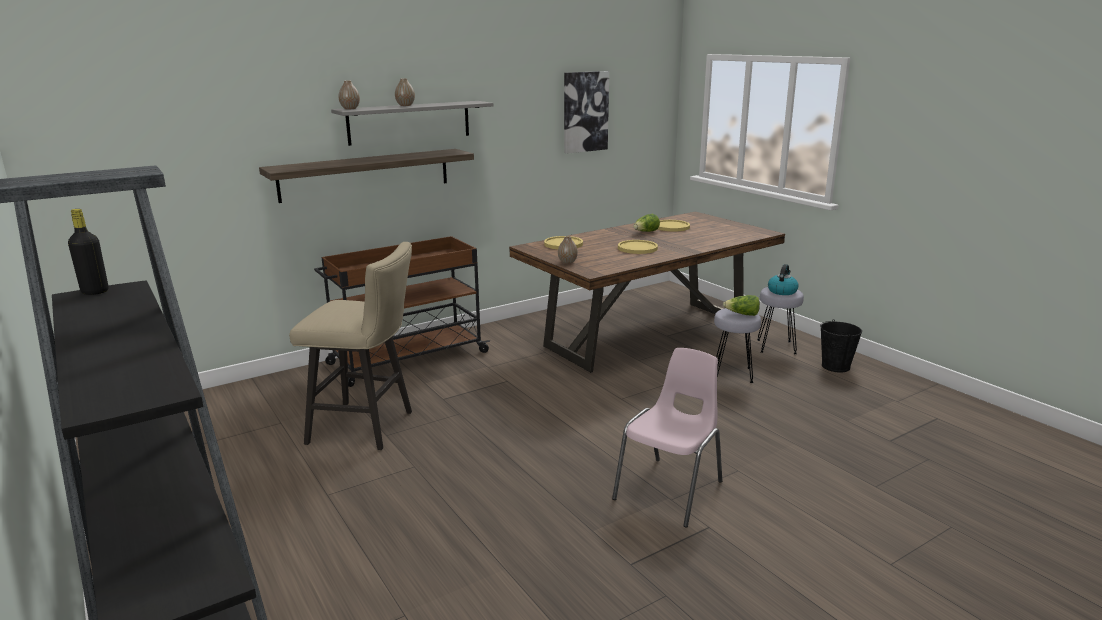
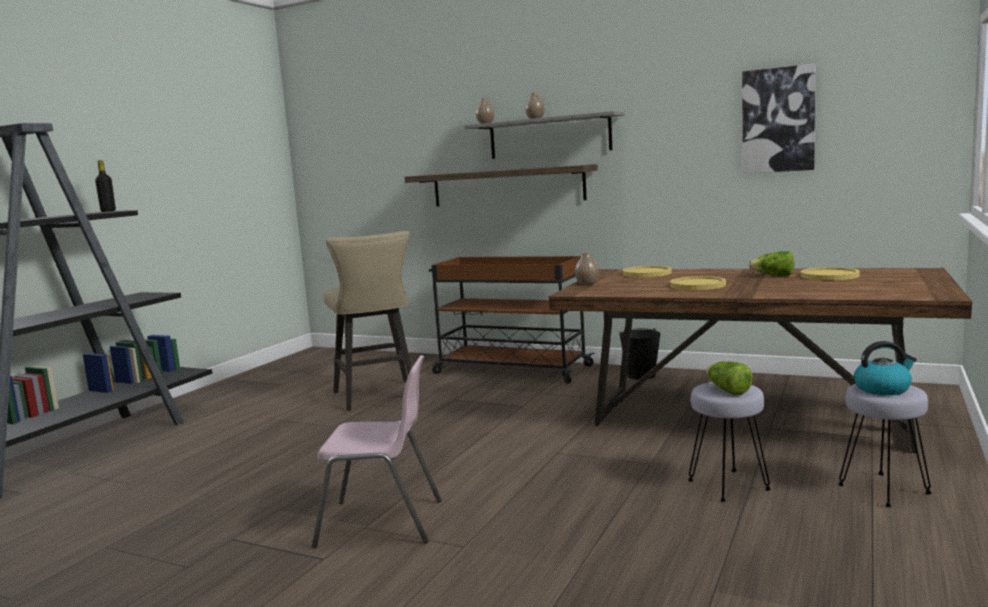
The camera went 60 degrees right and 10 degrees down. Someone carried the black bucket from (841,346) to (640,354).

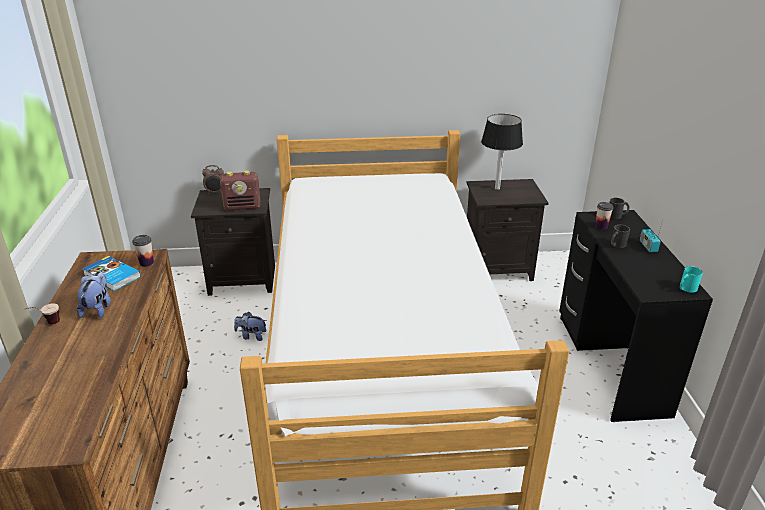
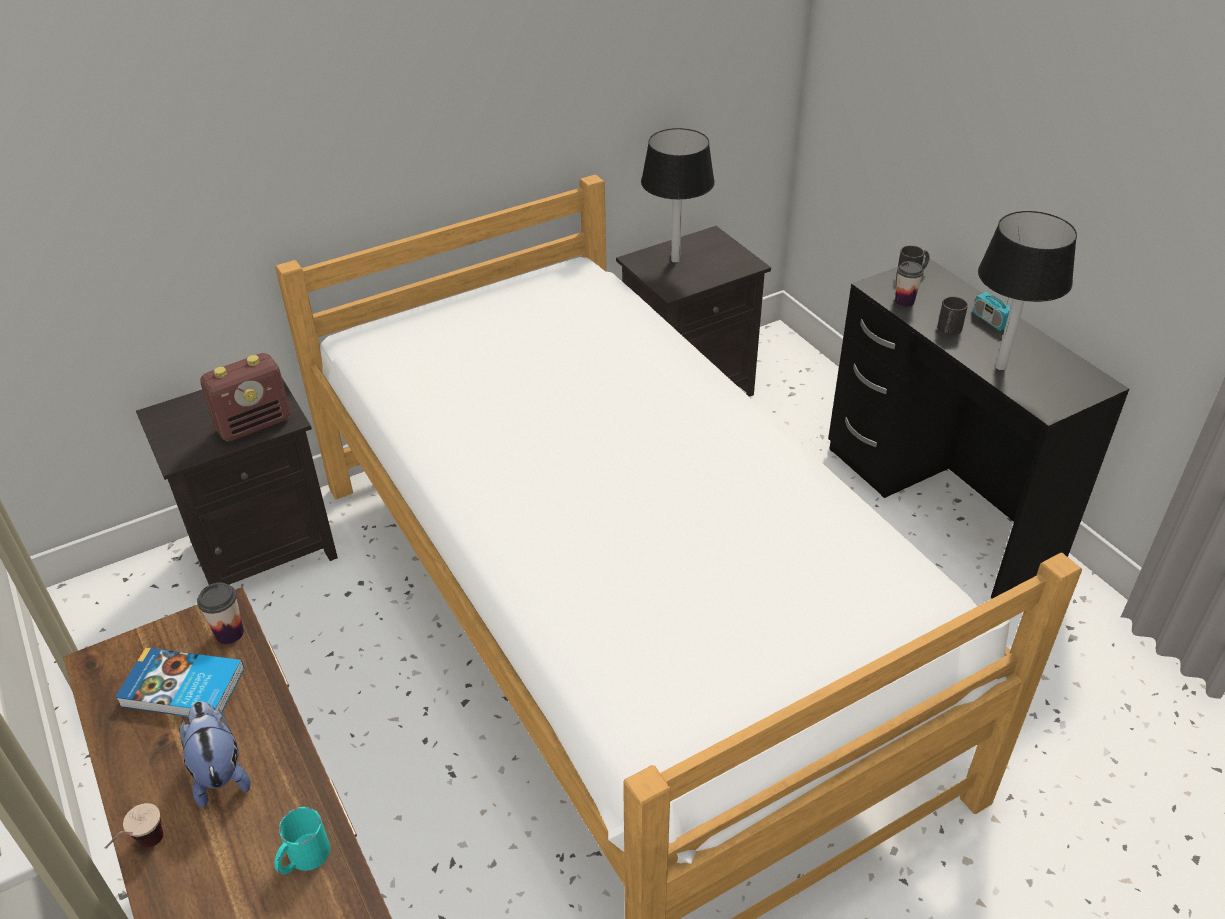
The camera went 25 degrees left and 10 degrees up. Someone took away the alarm clock at (213,179). Someone took away the plush toy at (250,326). Someone put down the black table lamp at (1027,290). Someone carried the turquoise mug from (691,279) to (302,840).

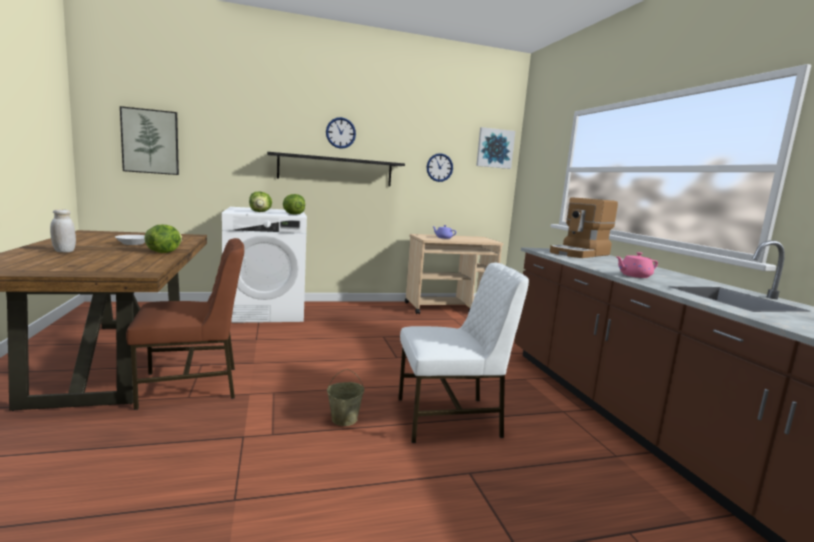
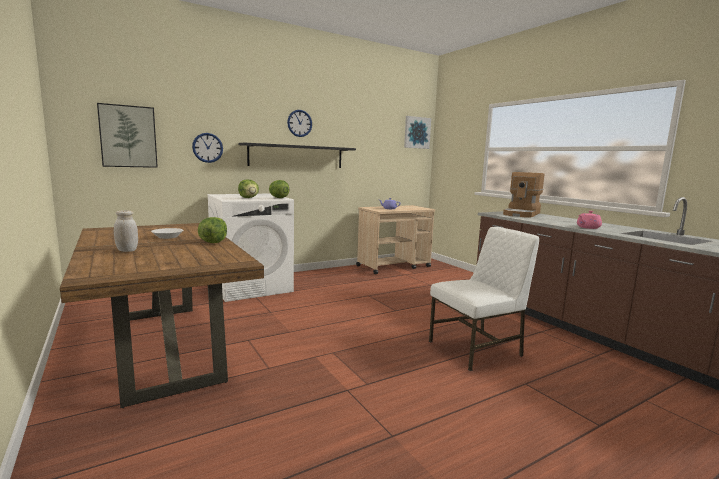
The camera went 15 degrees left and 0 degrees up. Someone took away the brown chair at (185,324). Someone took away the beige bucket at (345,397). Someone carried the wall clock from (440,167) to (207,148).

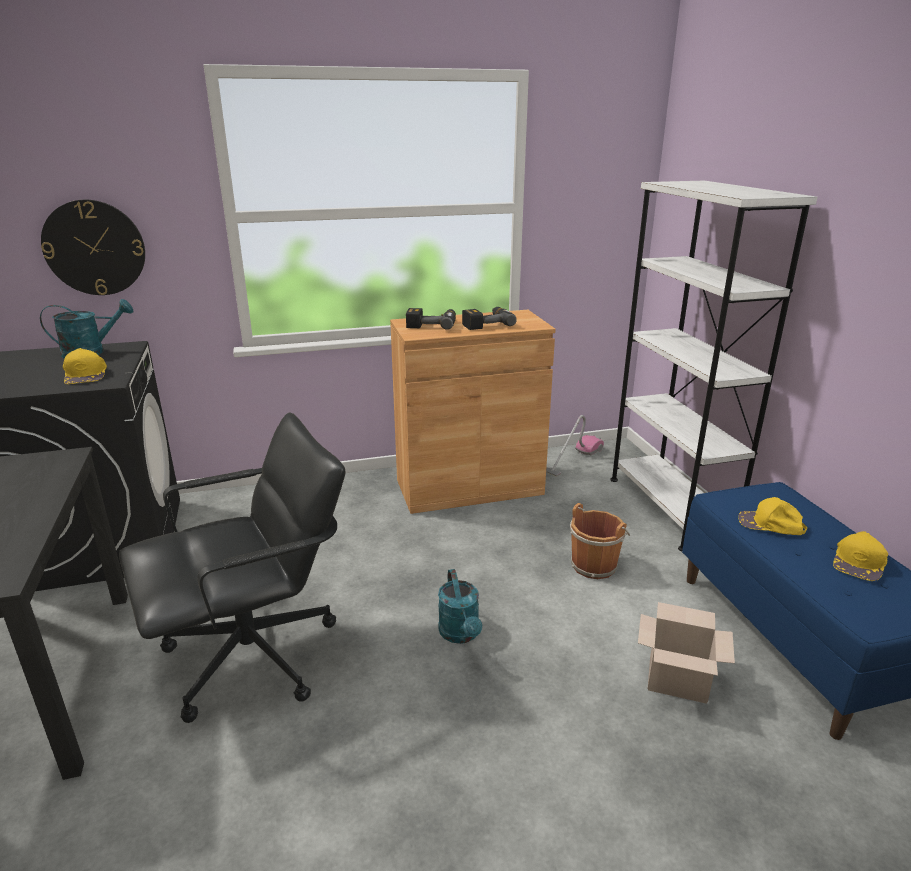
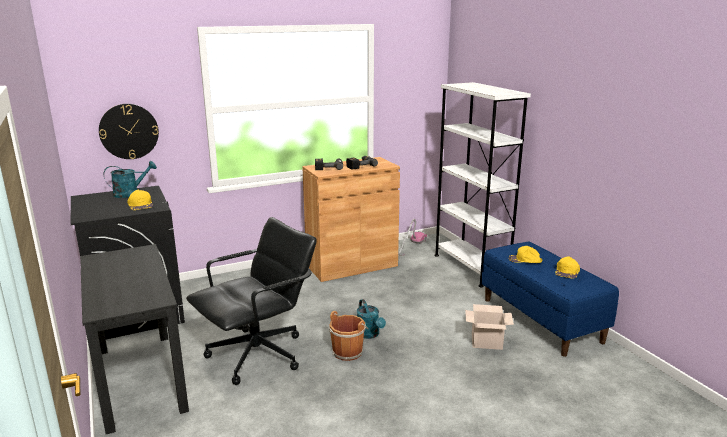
The camera went 10 degrees left and 5 degrees down. Someone carried the brown bucket from (600,541) to (349,336).

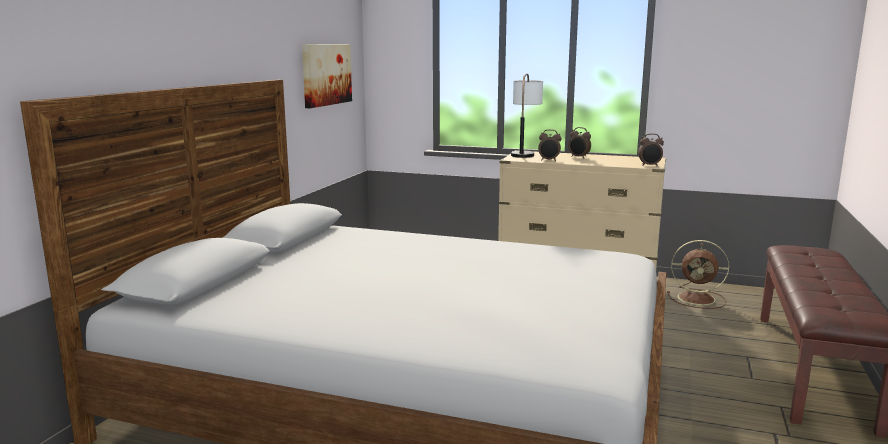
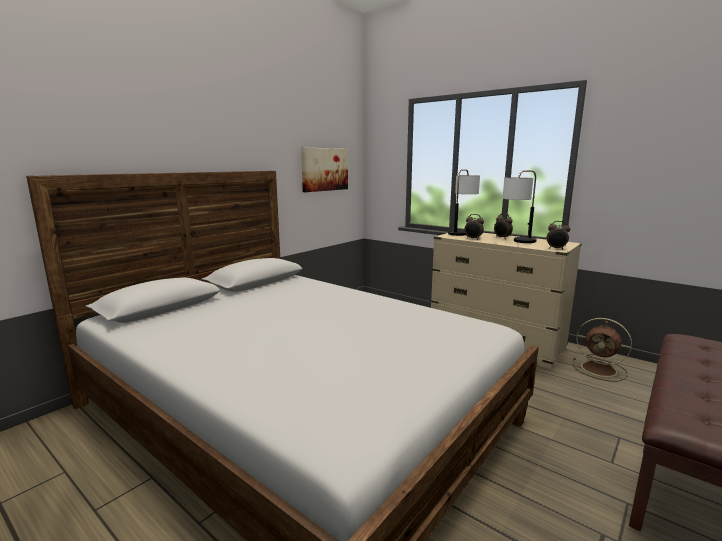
The camera went 20 degrees right and 0 degrees up. Someone put down the table lamp at (520,206).

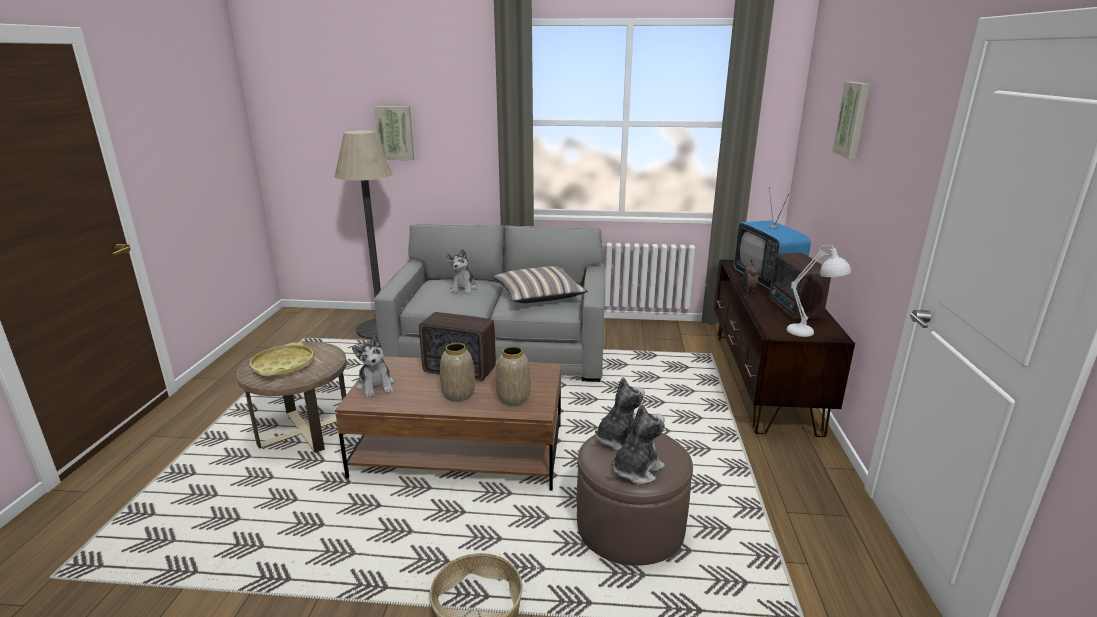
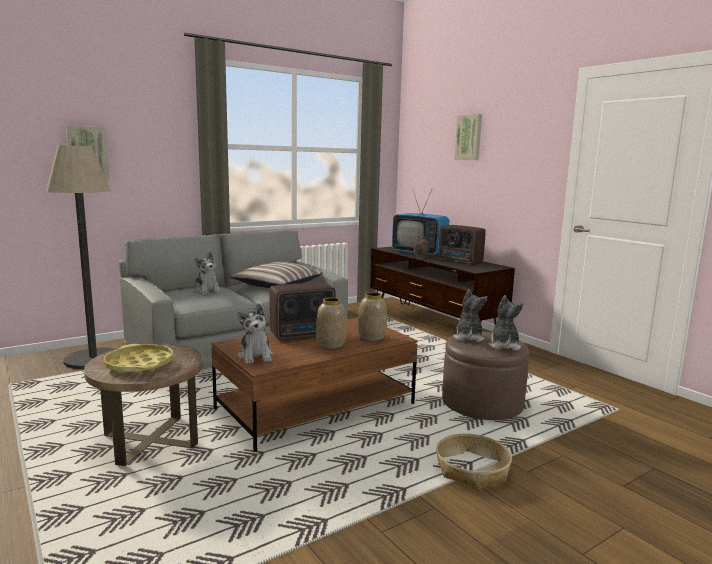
The camera went 40 degrees left and 10 degrees down. Someone took away the white table lamp at (819,291). Someone rotated the plush toy at (373,366) by 45 degrees clockwise.

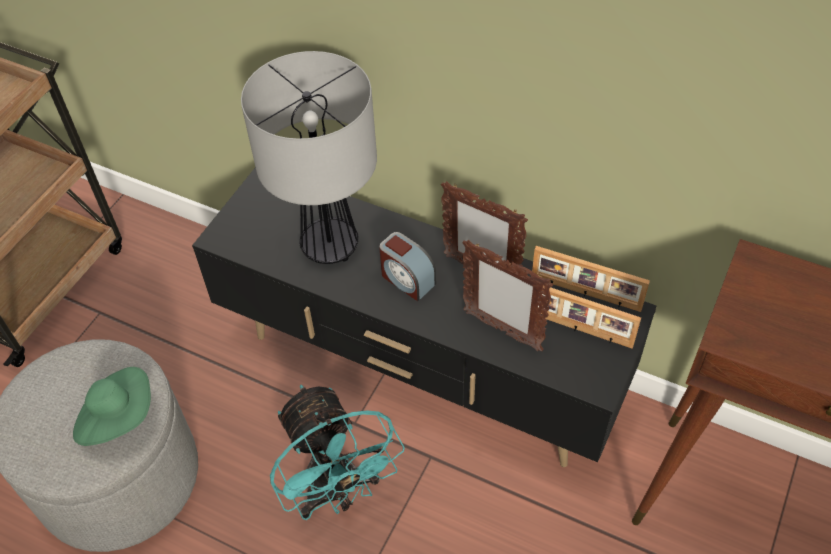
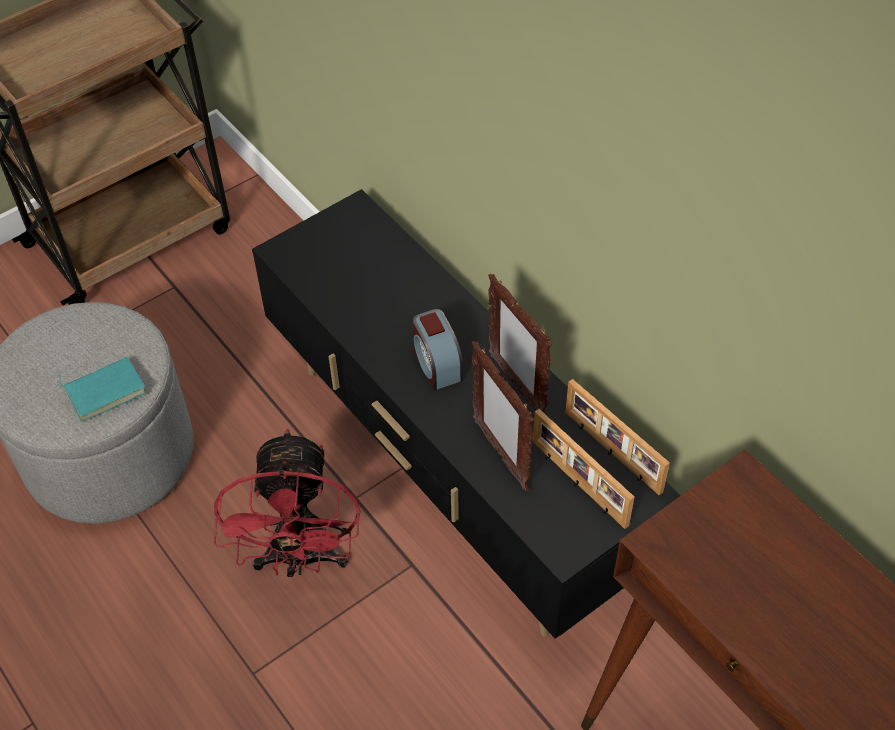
The camera went 25 degrees right and 0 degrees up. Someone took away the table lamp at (309,157). Someone swapped the green hat at (112,406) for the turquoise book at (102,389). Someone repainted the turquoise fan at (337,452), which became the red fan at (287,503).

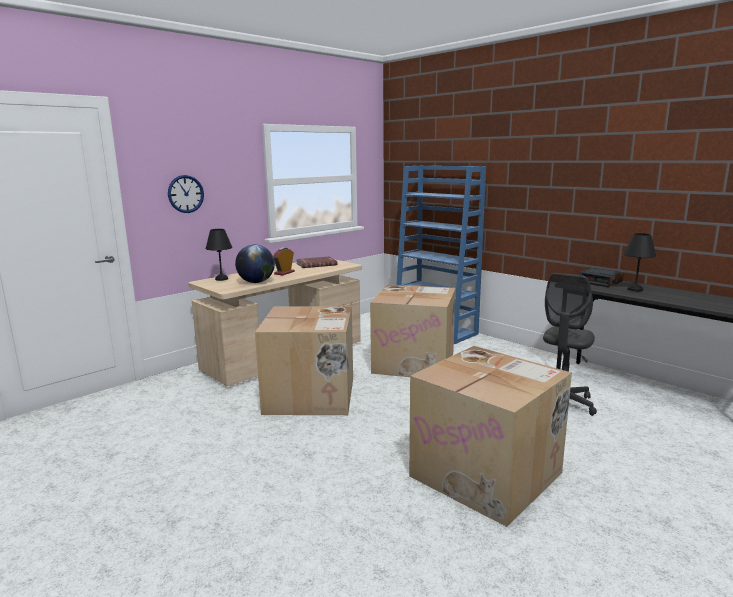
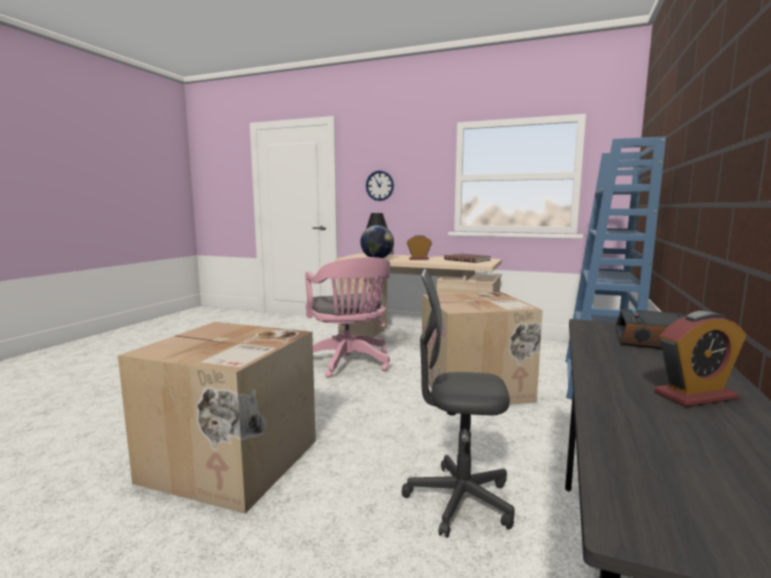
The camera went 65 degrees right and 5 degrees down. Someone took away the black table lamp at (640,262). Someone put down the alarm clock at (700,359). Someone swapped the cardboard box at (304,360) for the pink office chair at (347,317).

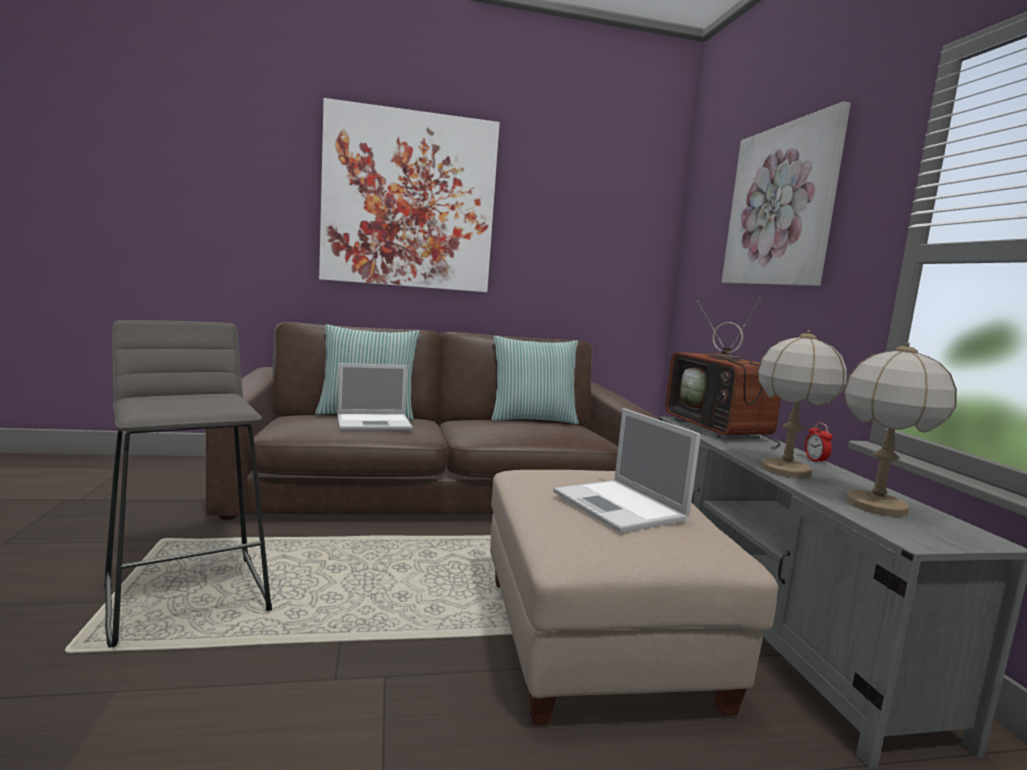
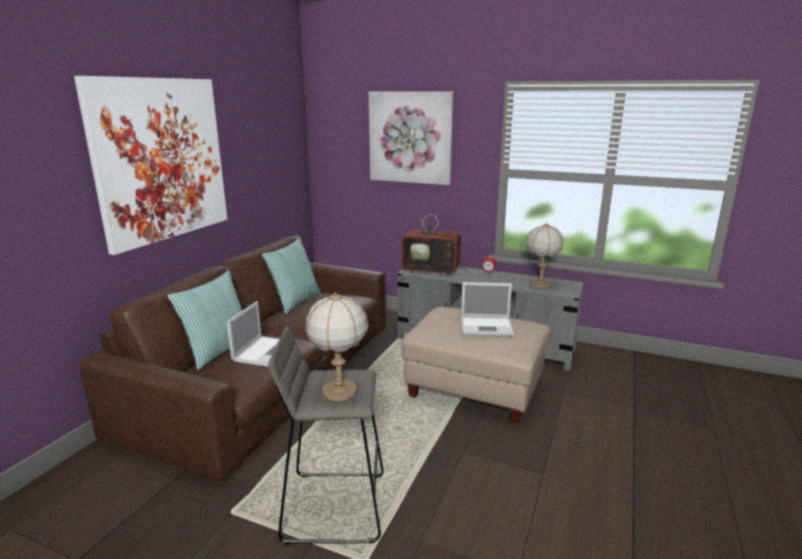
The camera went 55 degrees left and 10 degrees up. Someone carried the table lamp from (802,404) to (337,346).

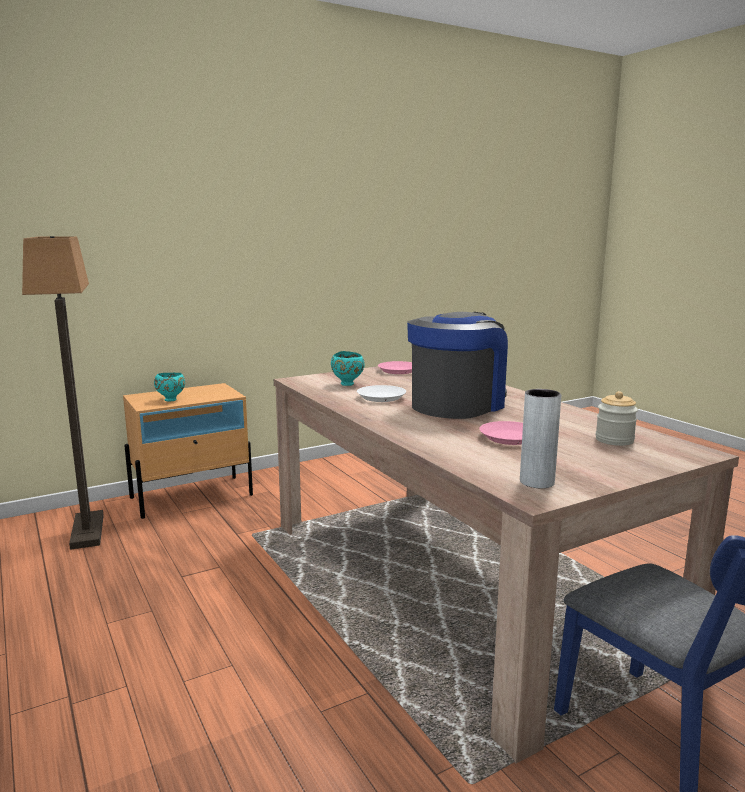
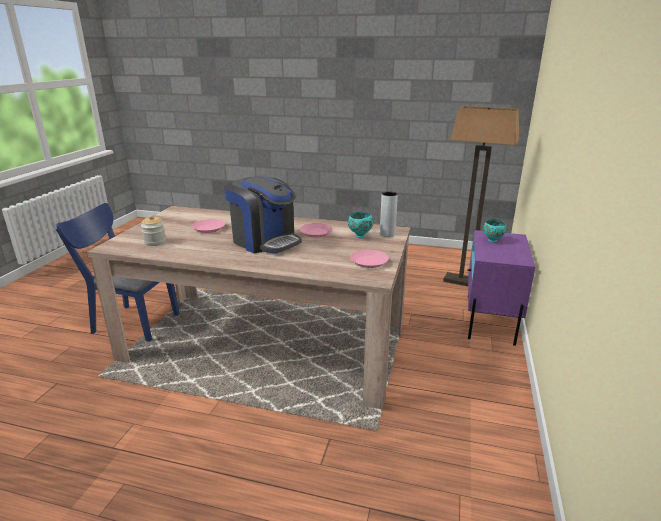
The camera went 135 degrees right and 10 degrees up. Someone carried the grey vase from (540,438) to (389,214). Someone repainted the beige nightstand at (188,451), which became the purple nightstand at (501,288). Someone repainted the white plate at (381,393), which became the pink plate at (316,230). Someone rotated the coffee machine at (457,365) by 45 degrees counterclockwise.

